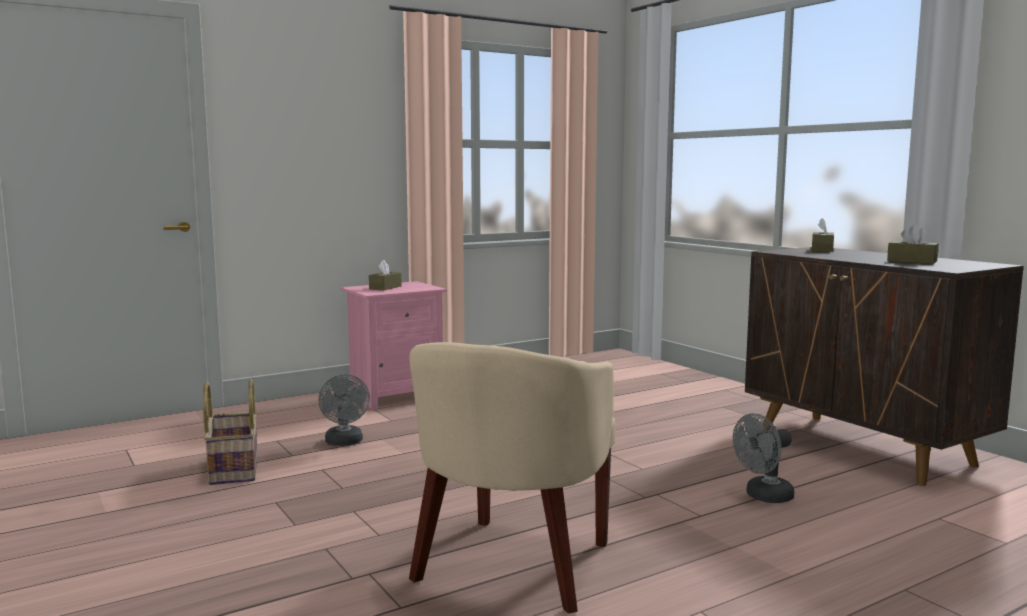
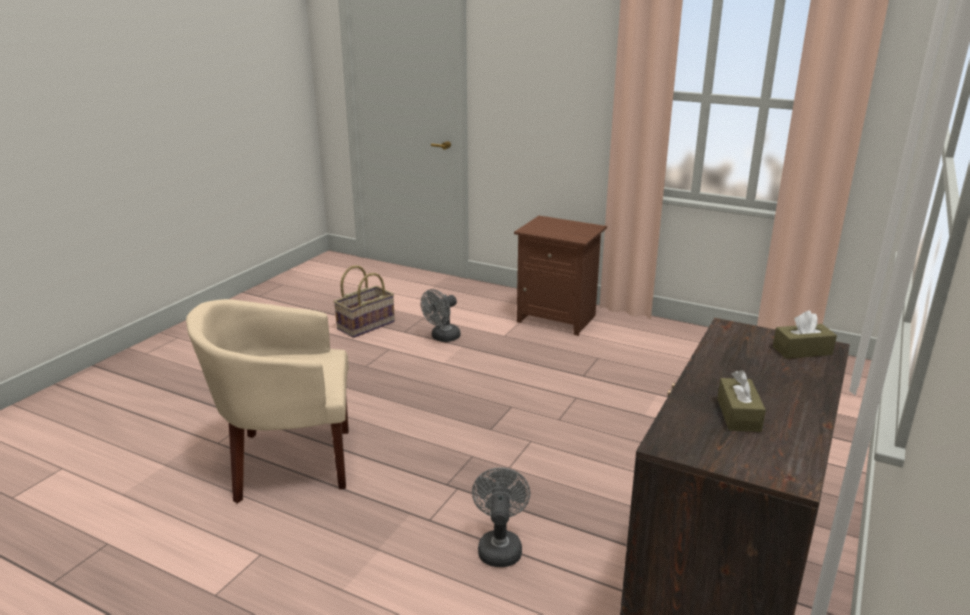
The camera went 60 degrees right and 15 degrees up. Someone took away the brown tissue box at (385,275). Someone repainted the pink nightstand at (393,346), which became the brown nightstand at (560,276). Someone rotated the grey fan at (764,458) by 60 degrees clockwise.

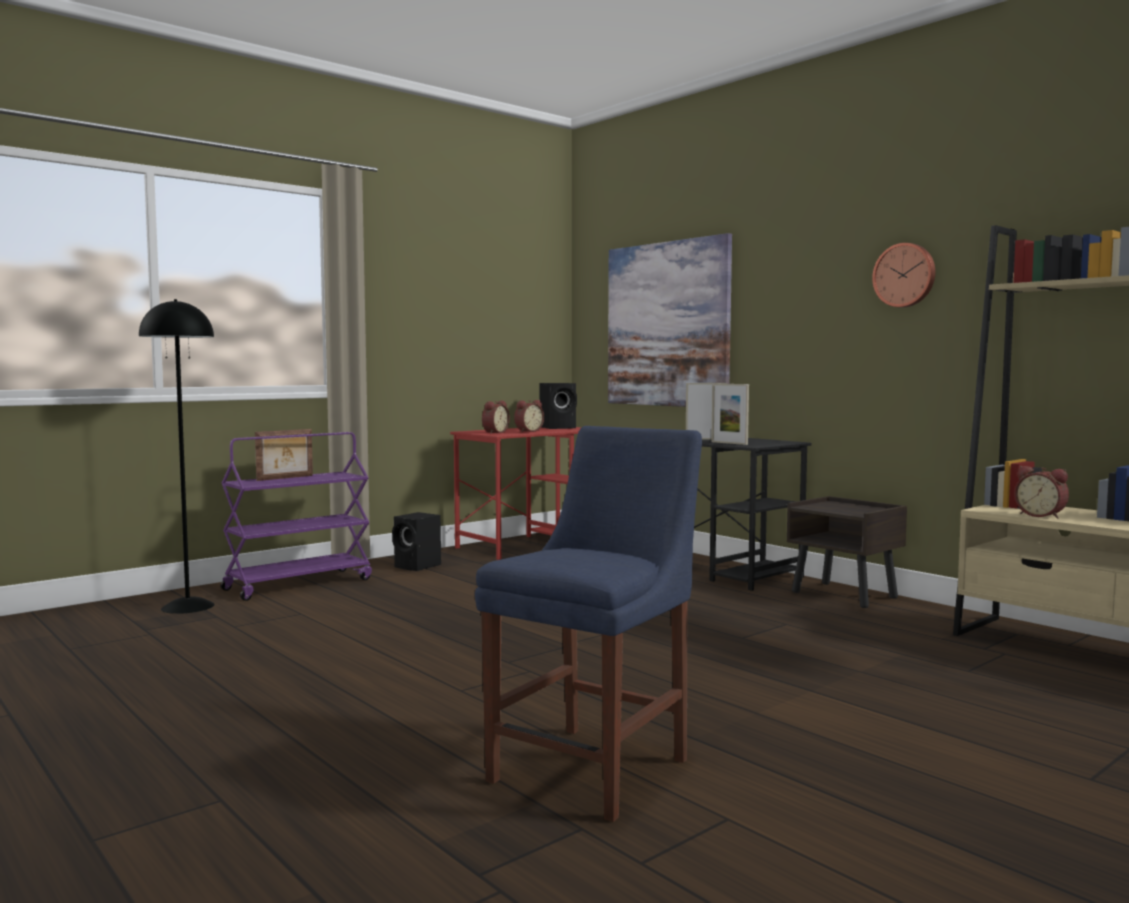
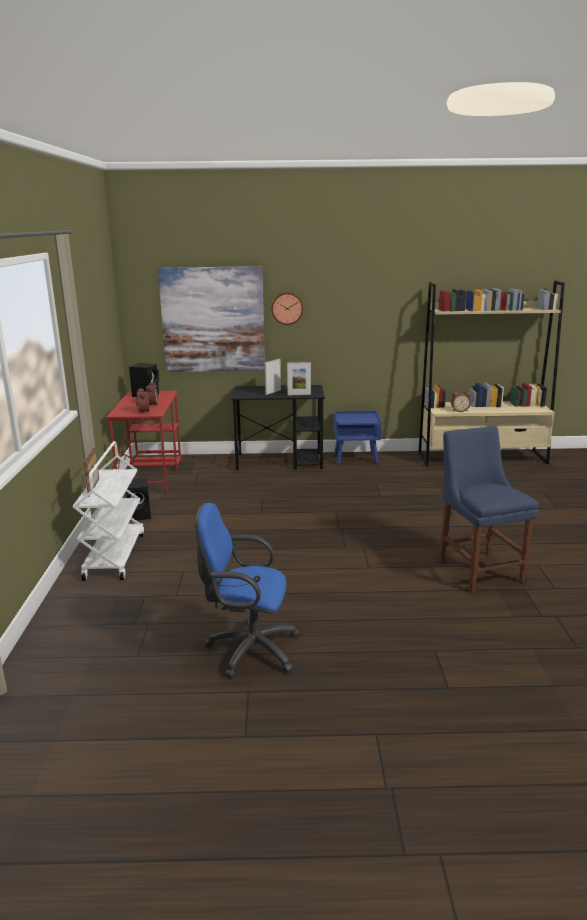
The camera went 50 degrees left and 15 degrees up. Someone took away the black floor lamp at (177,456). Someone put down the blue office chair at (247,590). Someone carried the wall clock from (903,275) to (287,308). Someone repainted the purple cart at (296,516), which became the white cart at (108,511). Someone repainted the brown nightstand at (847,552), which became the blue nightstand at (358,437).

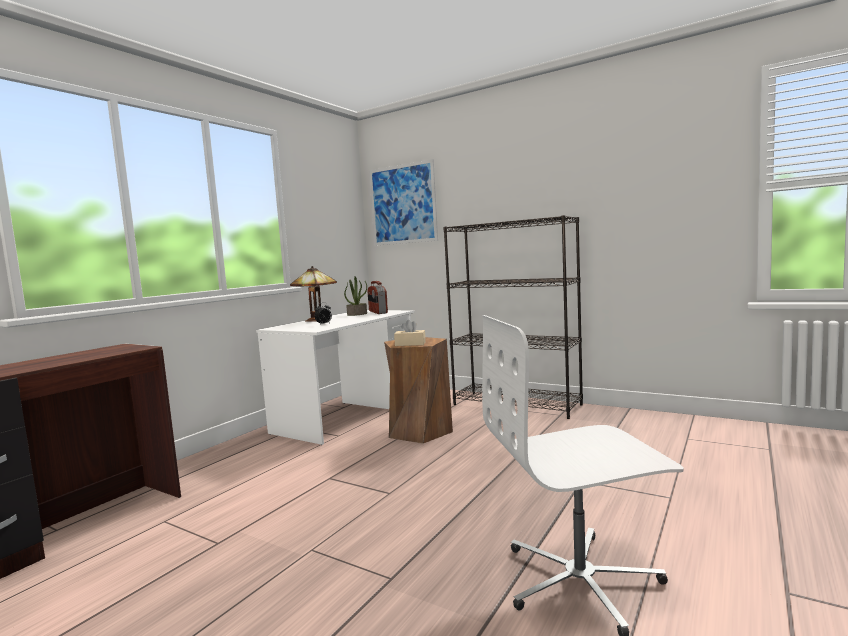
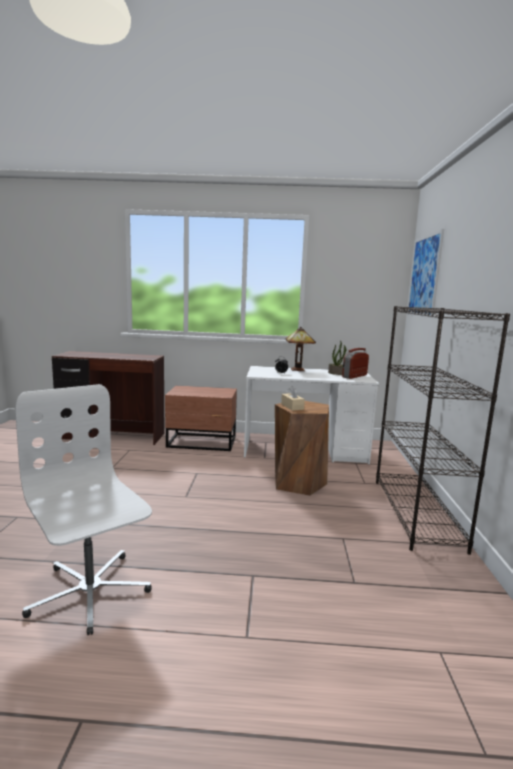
The camera went 60 degrees right and 5 degrees up. Someone put down the brown nightstand at (201,418).

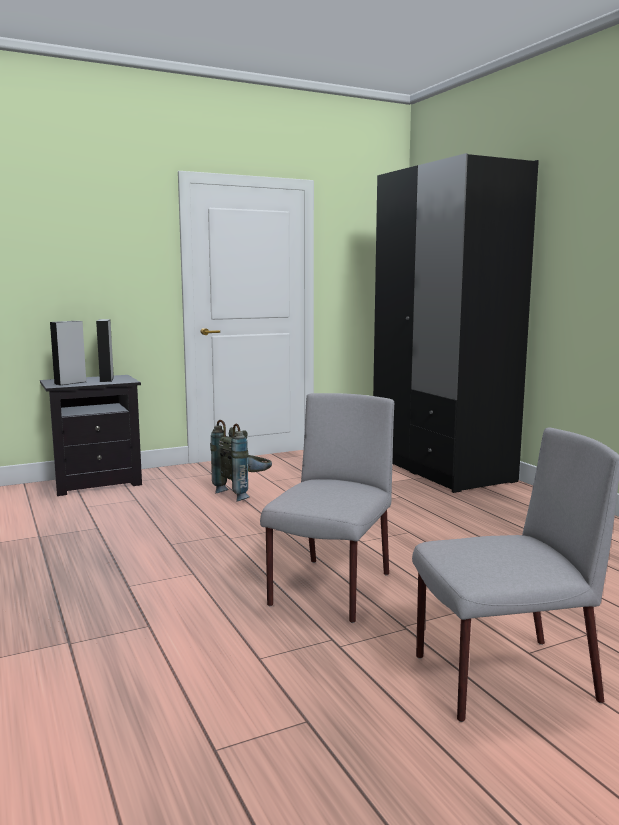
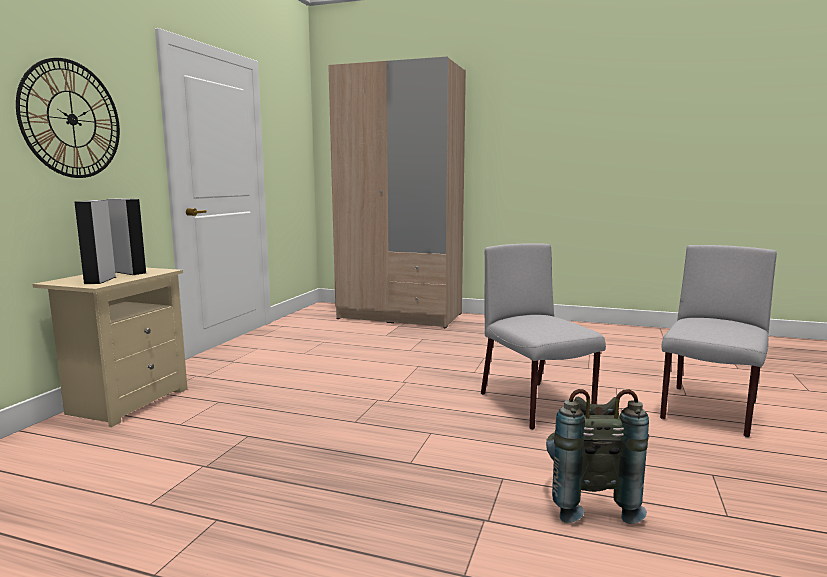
The camera went 45 degrees left and 0 degrees up. Someone put up the wall clock at (68,118). Someone carried the grey backpack from (241,461) to (597,456). Someone repainted the black nightstand at (91,435), which became the beige nightstand at (110,347). Someone repainted the black wardrobe at (456,323), which became the beige wardrobe at (397,192).

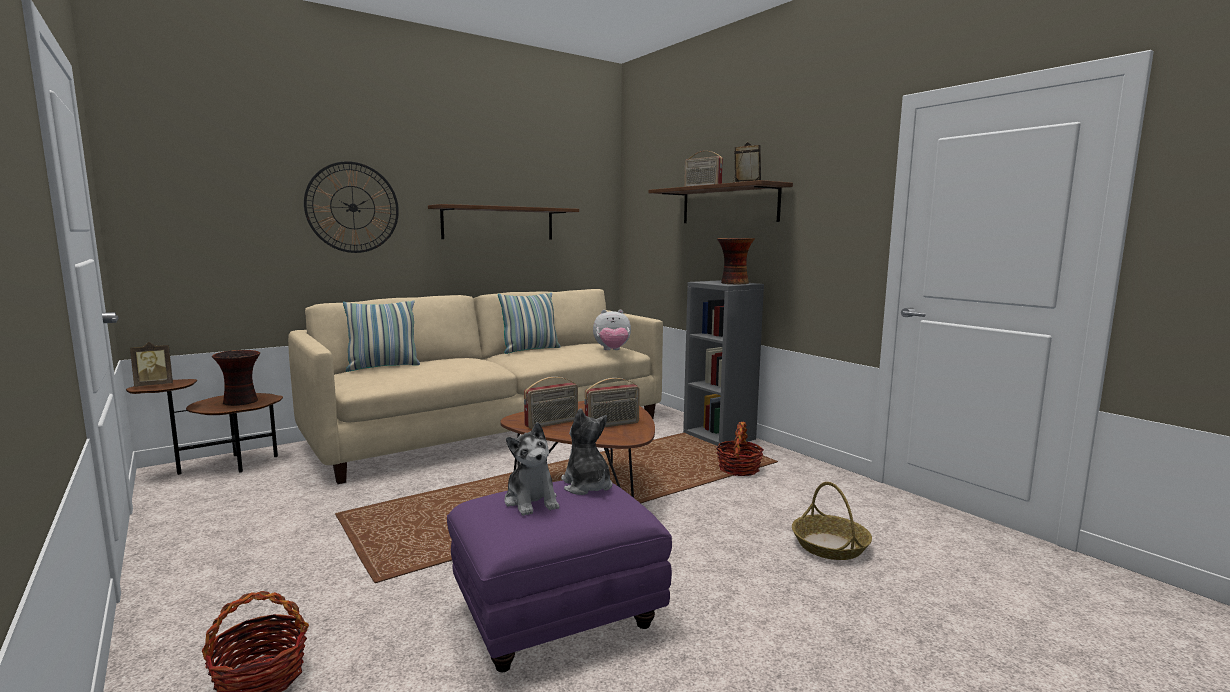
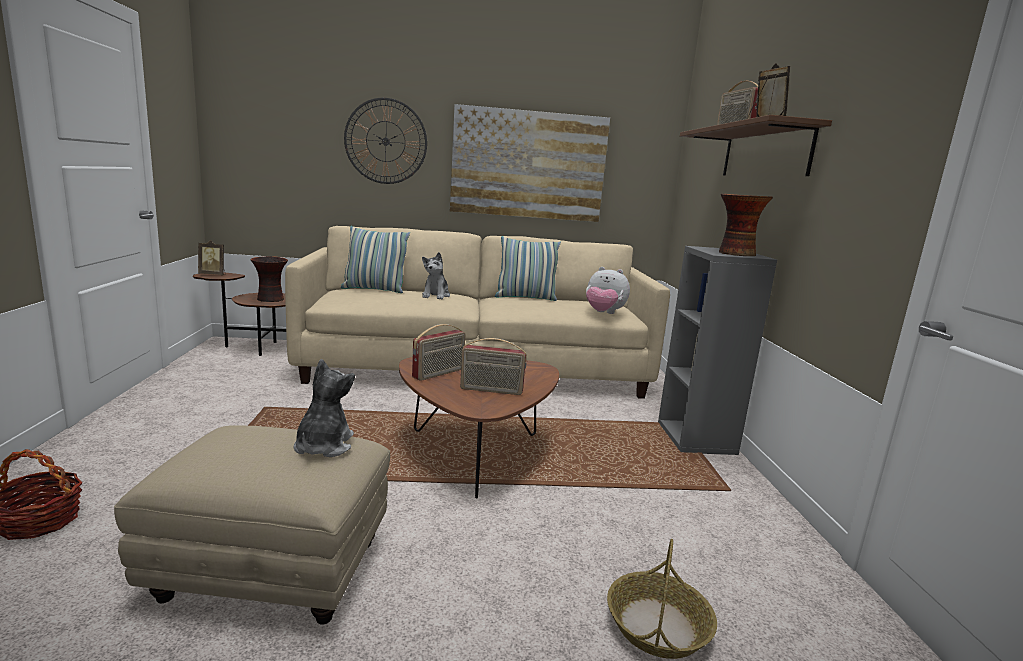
The camera went 30 degrees right and 5 degrees up. Someone took away the basket at (740,449). Someone carried the plush toy from (531,469) to (436,275). Someone swapped the brown shelf at (503,221) for the picture at (530,163). Someone repainted the purple ottoman at (559,576), which became the beige ottoman at (252,525). Someone rotated the radio at (551,403) by 45 degrees counterclockwise.

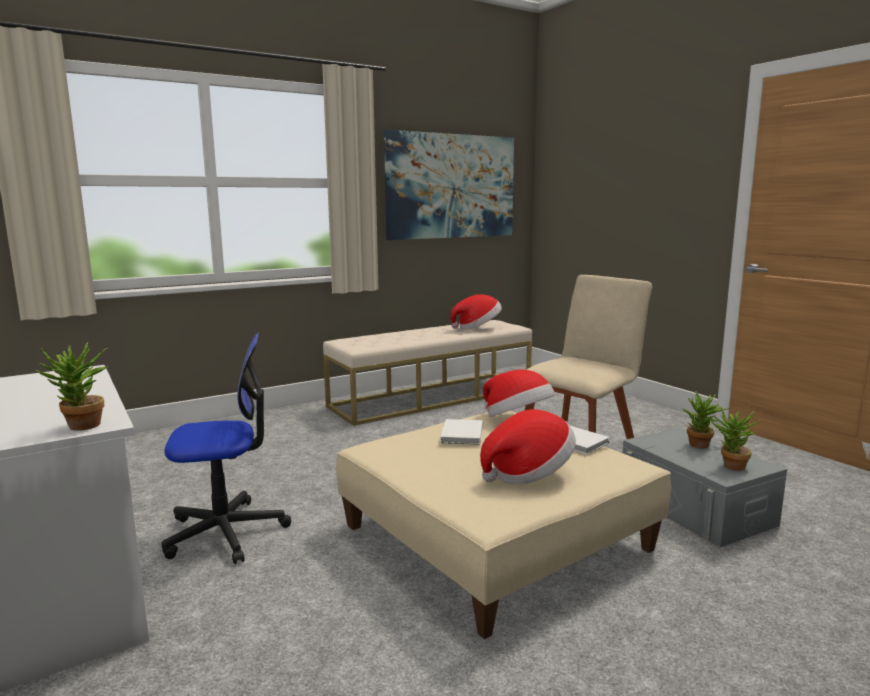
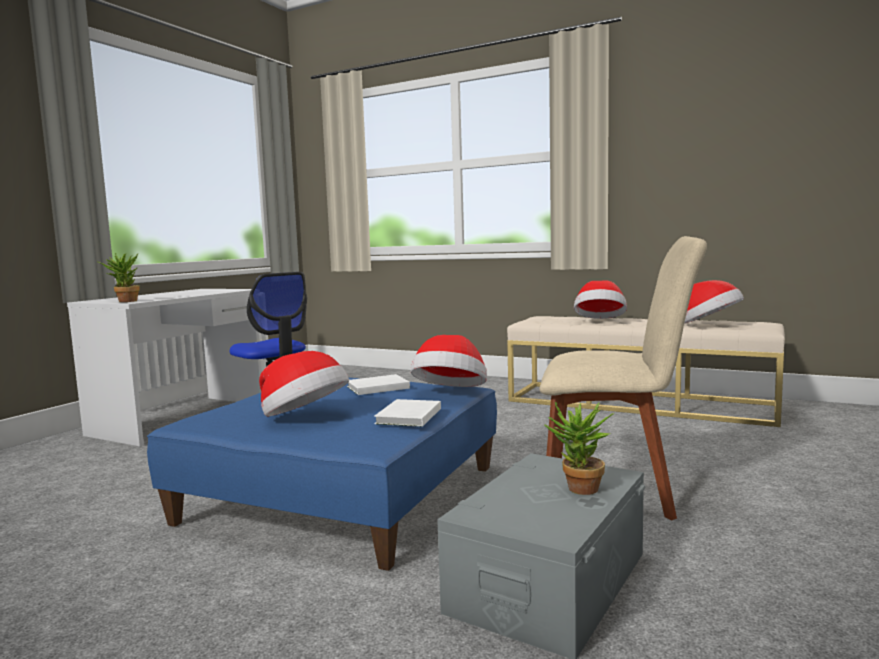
The camera went 60 degrees right and 5 degrees down. Someone took away the picture at (449,185). Someone took away the potted plant at (735,439). Someone put down the hat at (600,299). Someone repainted the beige ottoman at (503,525), which became the blue ottoman at (322,474).

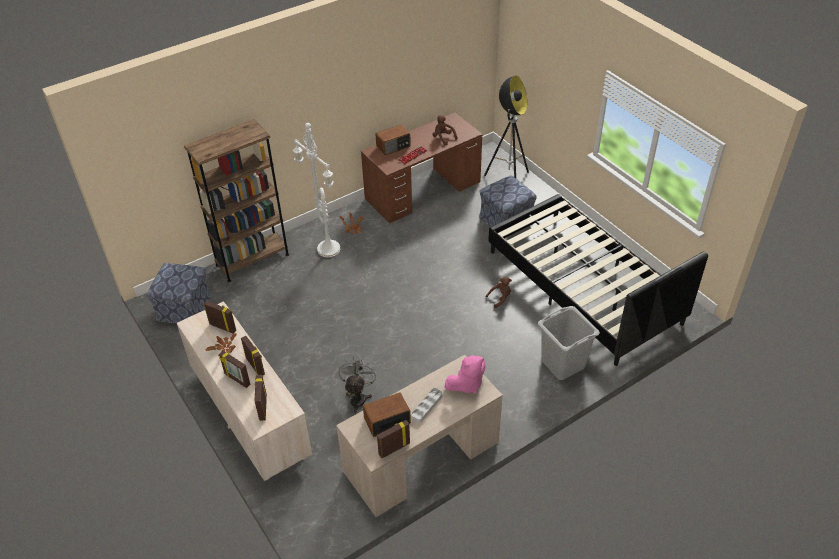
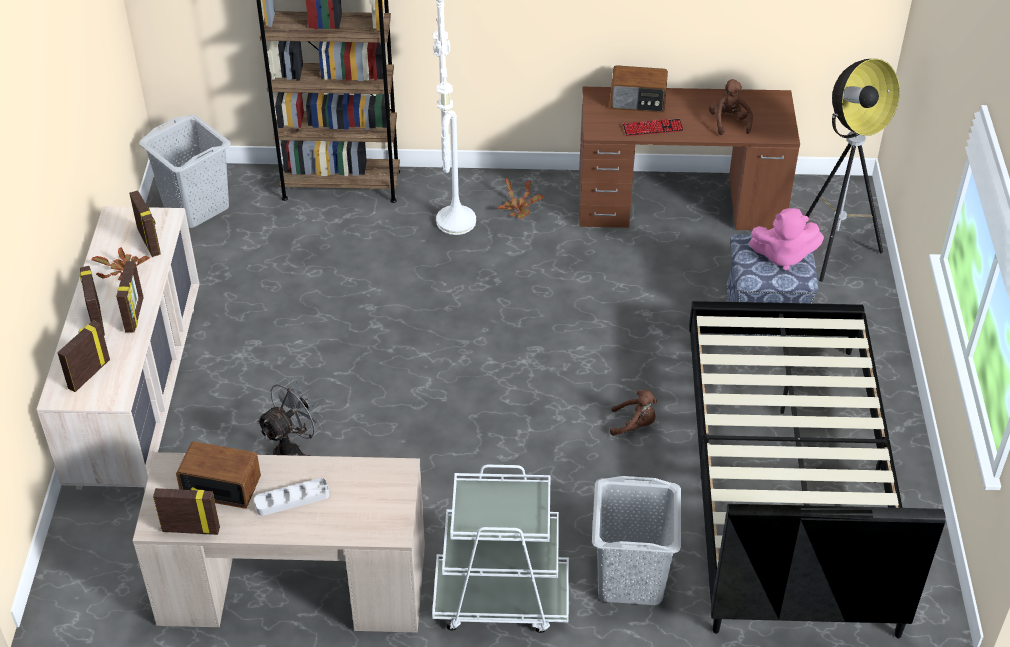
The camera went 35 degrees right and 0 degrees up. Someone put down the white cart at (500,549). Someone carried the pink plush toy from (465,374) to (786,239). Someone swapped the ottoman at (179,293) for the grey laundry basket at (185,171).

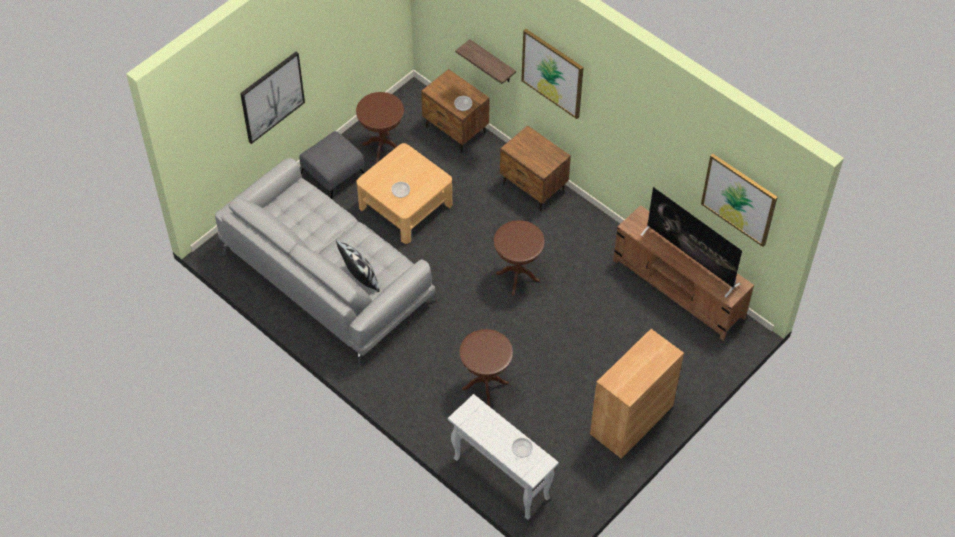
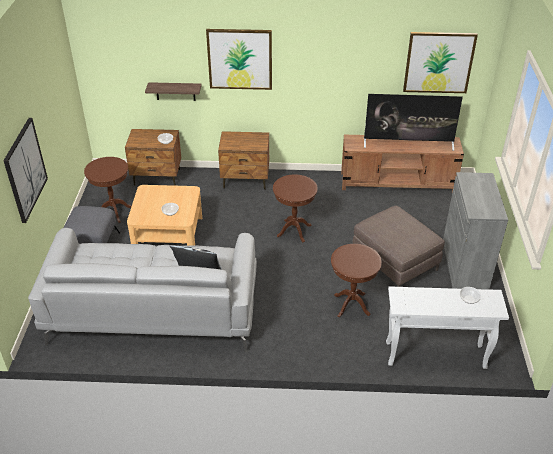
The camera went 40 degrees left and 15 degrees down. Someone put down the brown ottoman at (398,246). Someone repainted the brown cabinet at (637,394), which became the grey cabinet at (475,231).

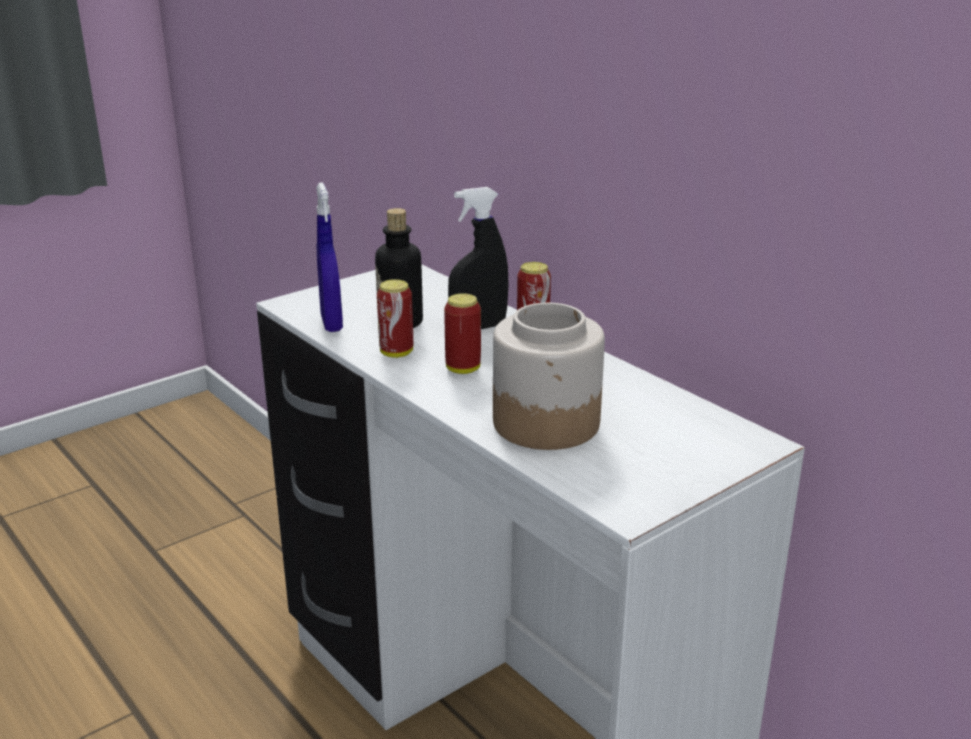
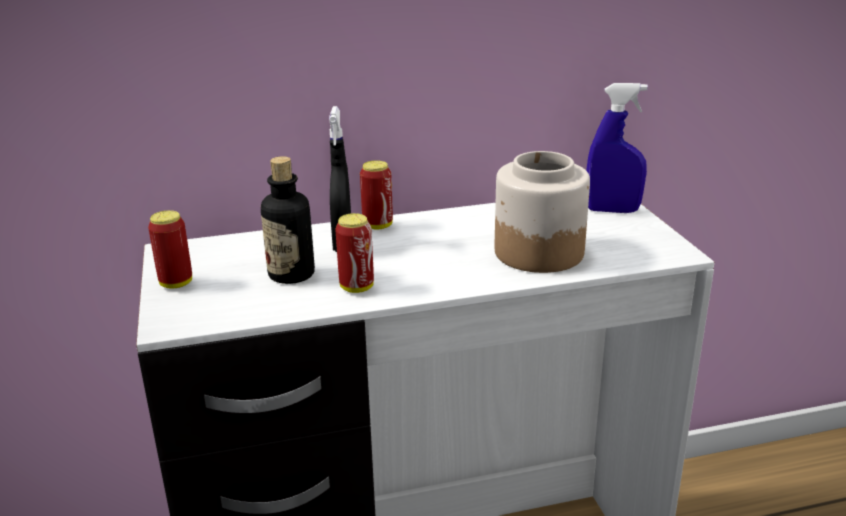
The camera went 65 degrees left and 0 degrees up. Someone carried the blue spray bottle from (329,257) to (617,148). Someone carried the can from (462,333) to (170,249).

